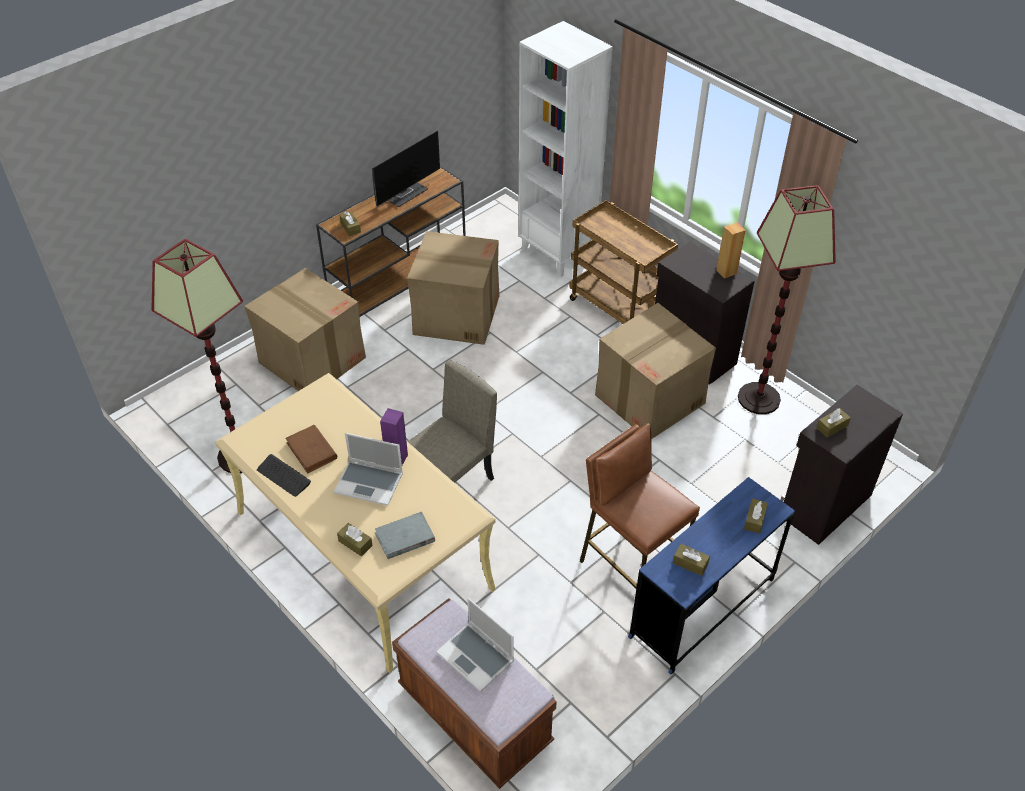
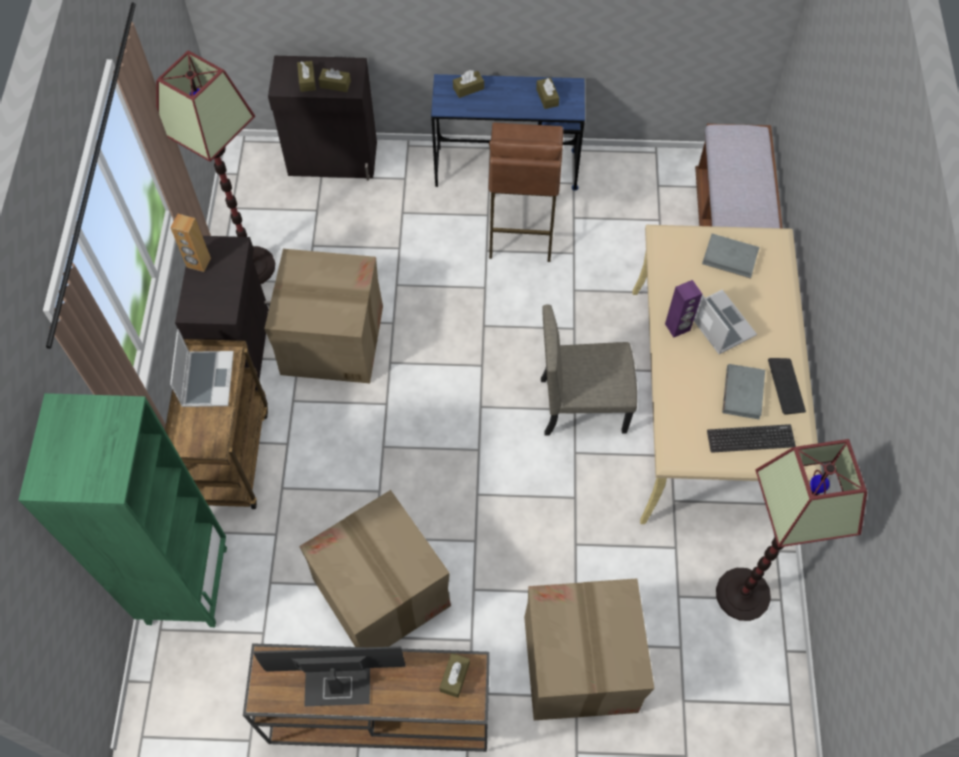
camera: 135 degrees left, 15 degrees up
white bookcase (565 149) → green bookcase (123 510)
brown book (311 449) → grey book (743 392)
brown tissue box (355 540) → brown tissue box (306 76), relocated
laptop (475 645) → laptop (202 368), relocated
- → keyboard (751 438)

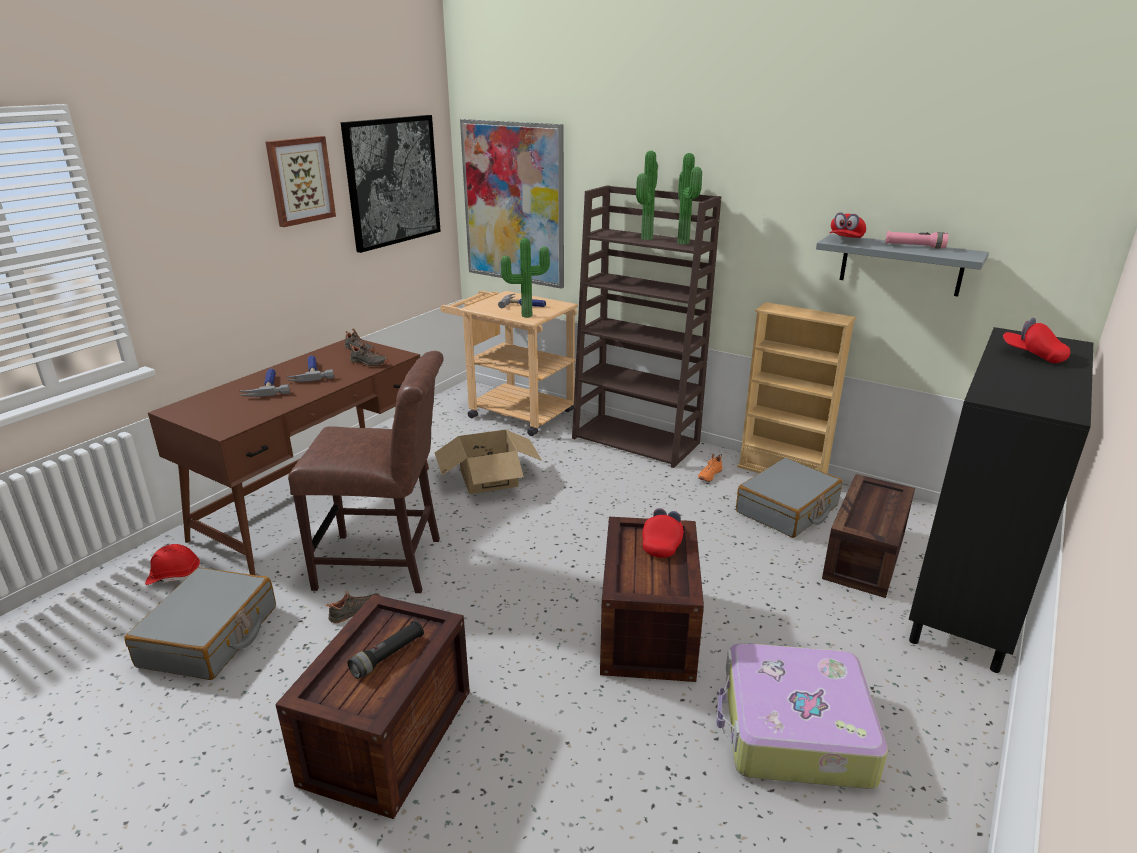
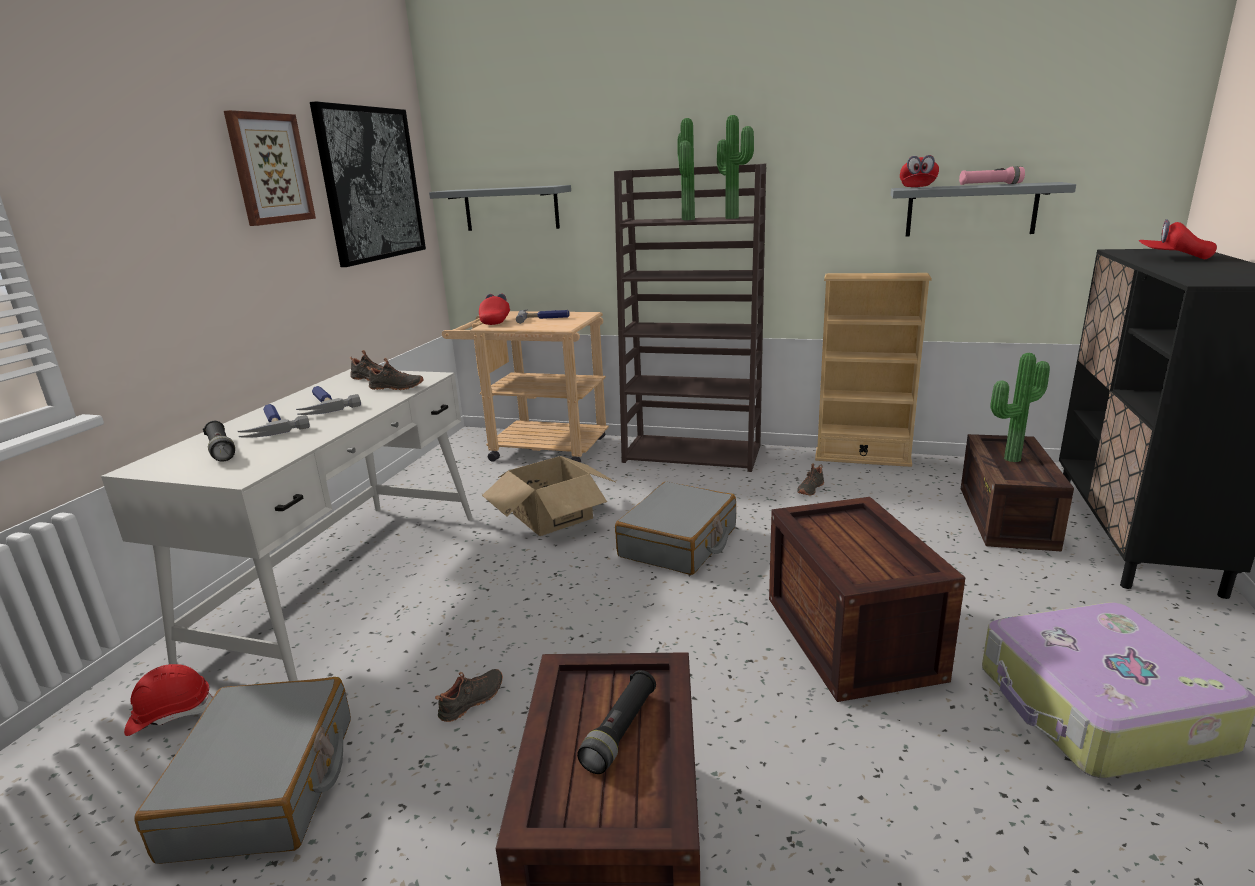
camera: 15 degrees left, 5 degrees down
picture (512 204) → grey shelf (500 208)
potted plant (525 278) → potted plant (1020 407), relocated
brown desk (288 457) → white desk (287 525)
brown chair (366 472) → -
orange shoe (710 467) → -
grey suitcase (789 498) → grey suitcase (675 528), relocated
red cap (663 533) → red cap (494 309), relocated
- → black flashlight (219 441)
- → black shoe (810 479)

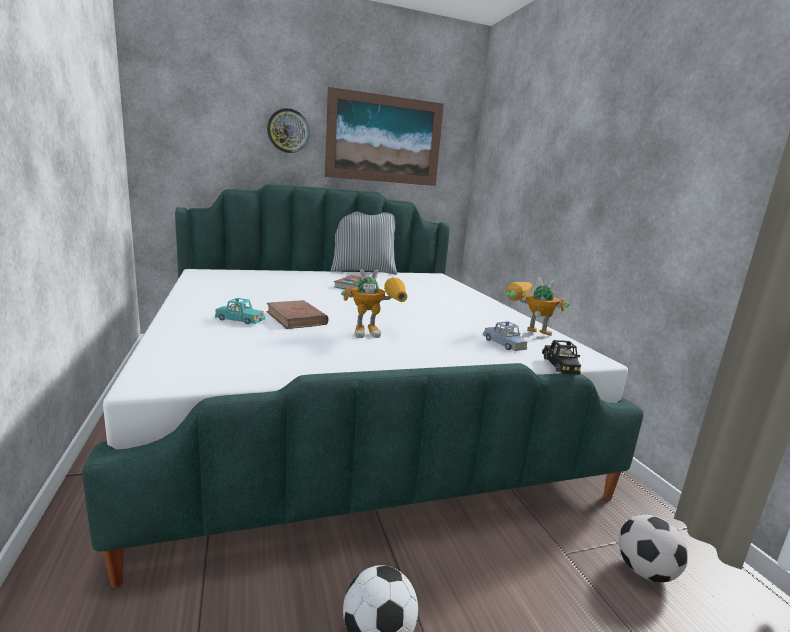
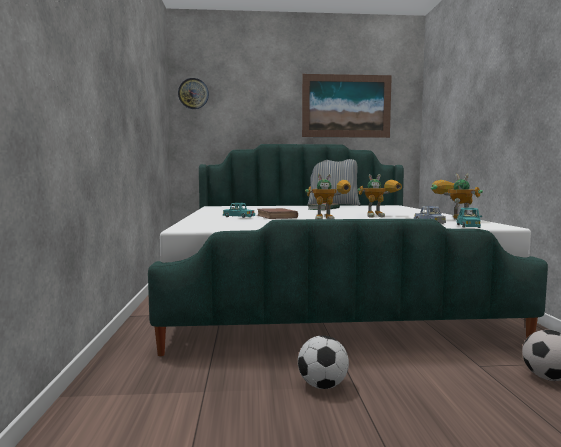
camera: 15 degrees right, 10 degrees down
wall clock (288 130) → wall clock (193 93), relocated
black toy car (561 357) → turquoise toy car (469 218)
- → toy robot (379 195)

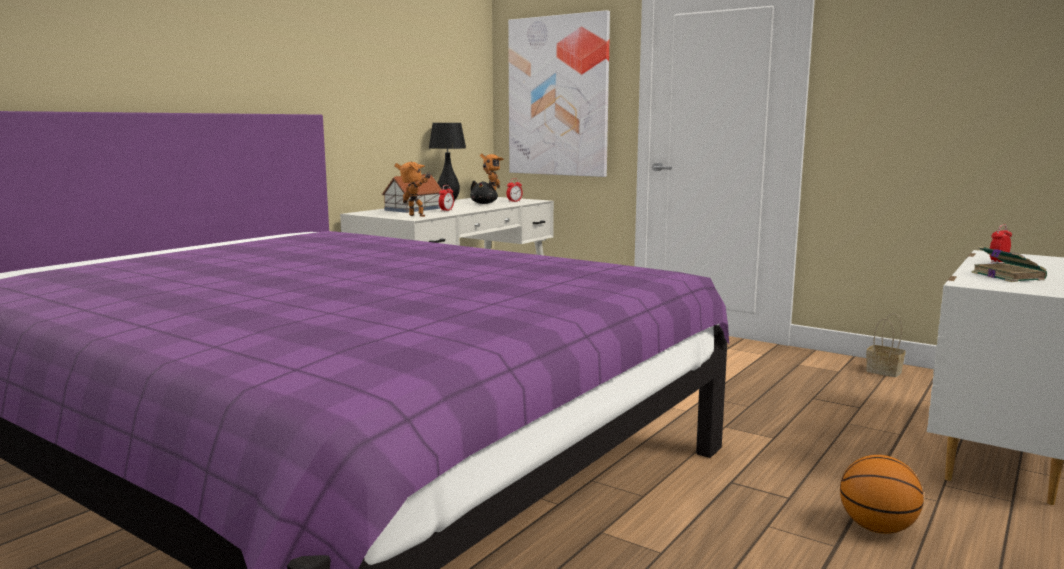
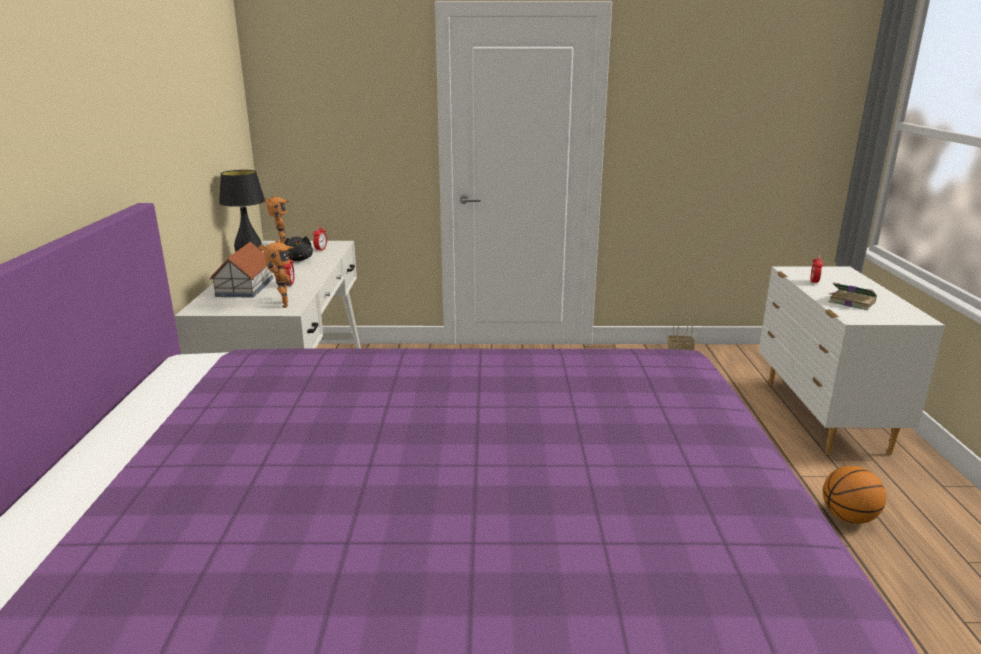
camera: 35 degrees left, 10 degrees up
picture (559 93) → -
toy robot (412 189) → toy robot (276 273), 90 degrees clockwise

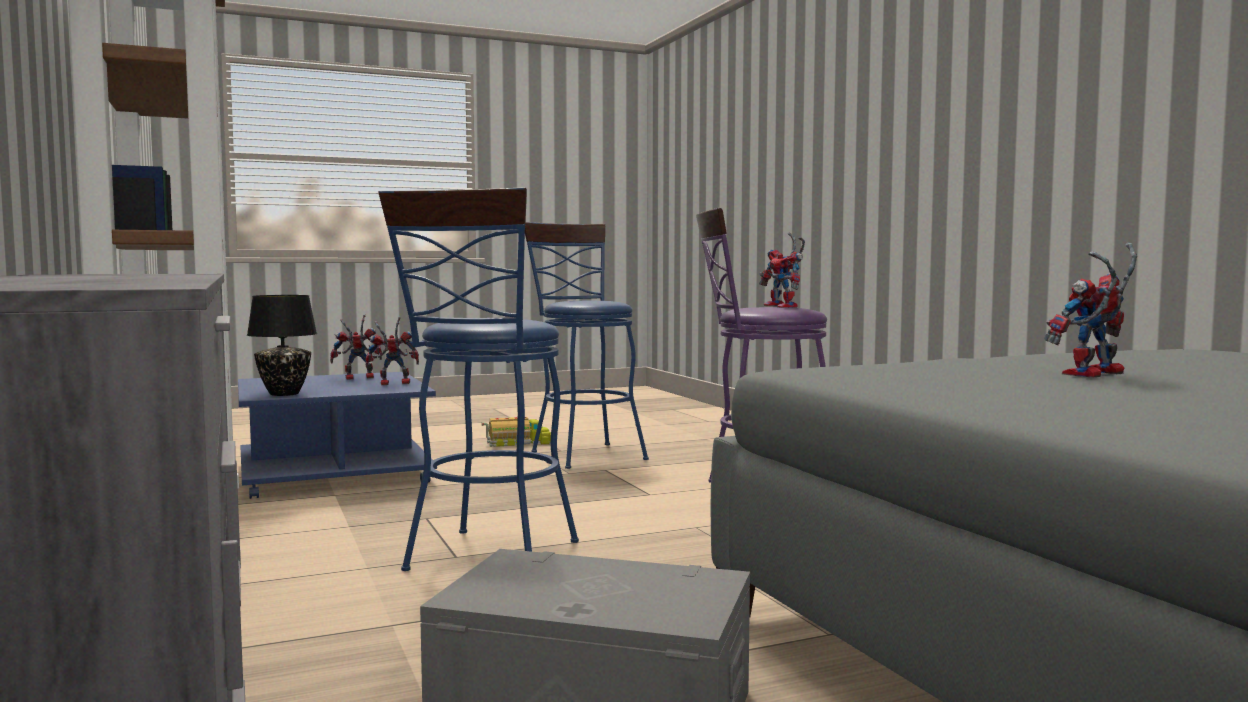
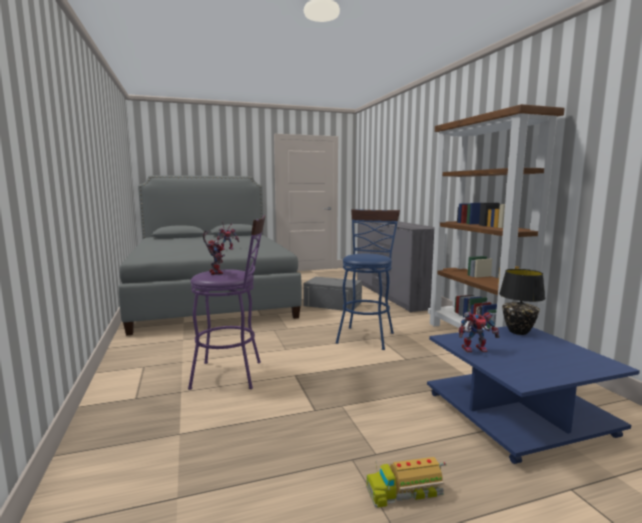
camera: 175 degrees left, 5 degrees up
blue stool (587 345) → -
toy robot (356 347) → -

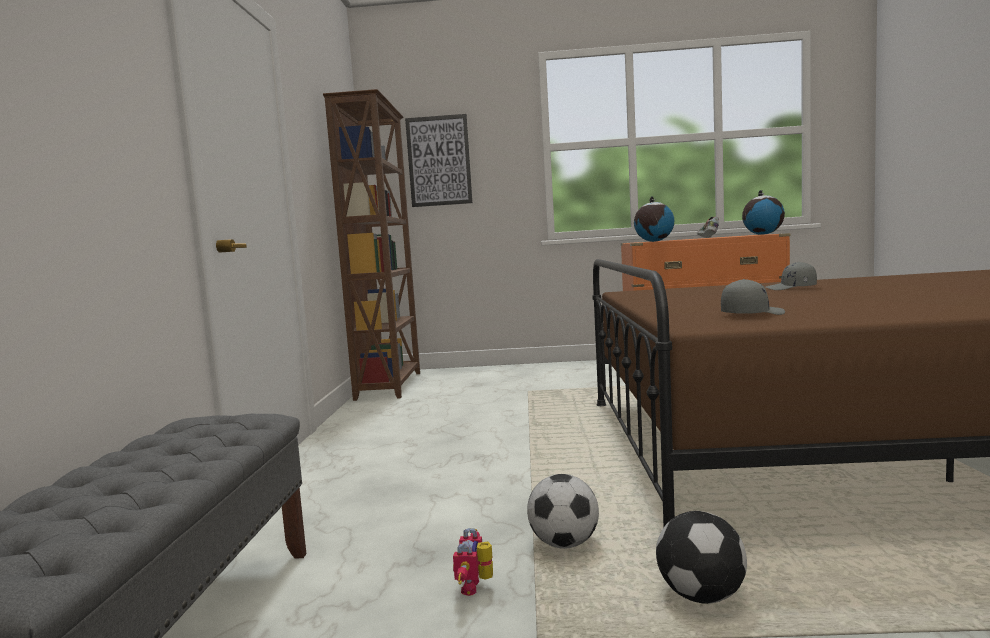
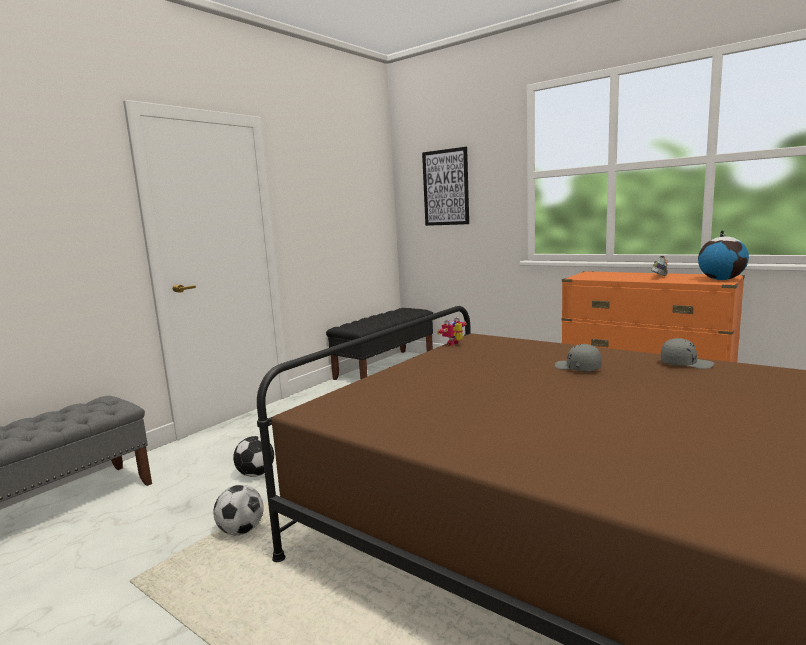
camera: 35 degrees right, 5 degrees up
brown bookcase (371 245) → black bench (379 344)
globe (654 219) → -
grey cap (753 297) → grey cap (687 353), relocated
football (701 557) → football (253 456), relocated
toy robot (473 562) → toy robot (451 331), relocated

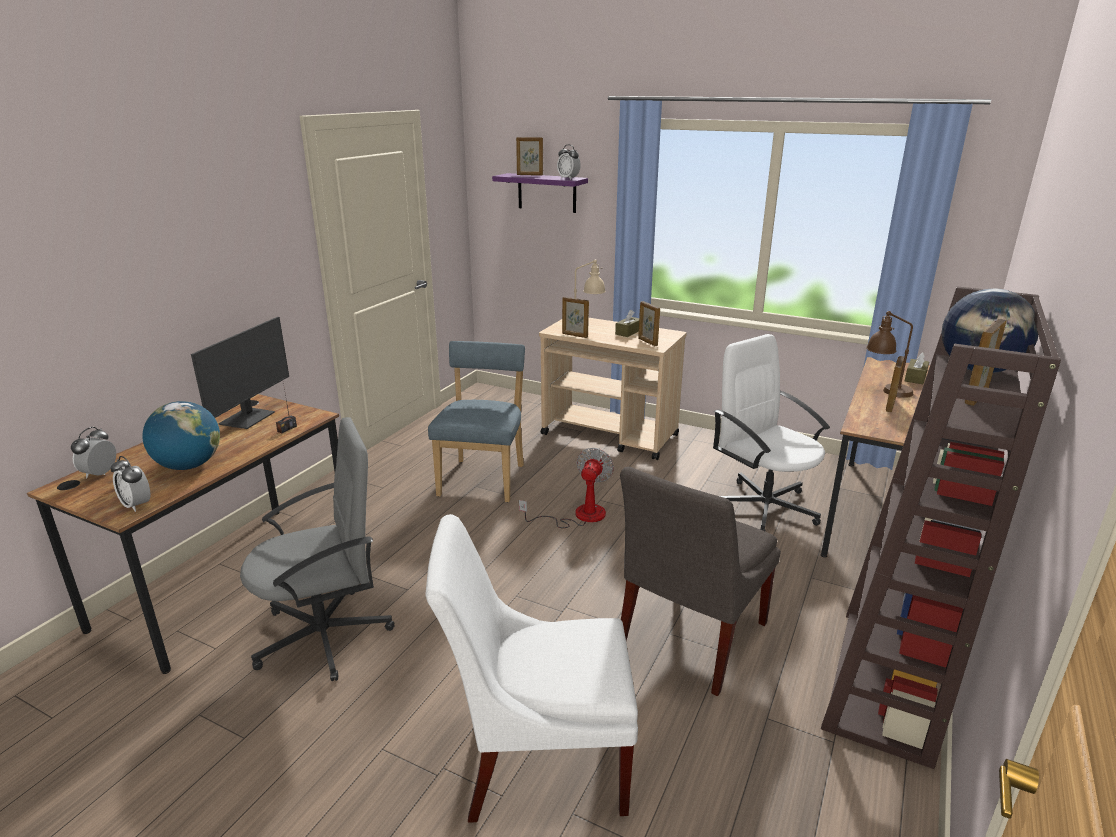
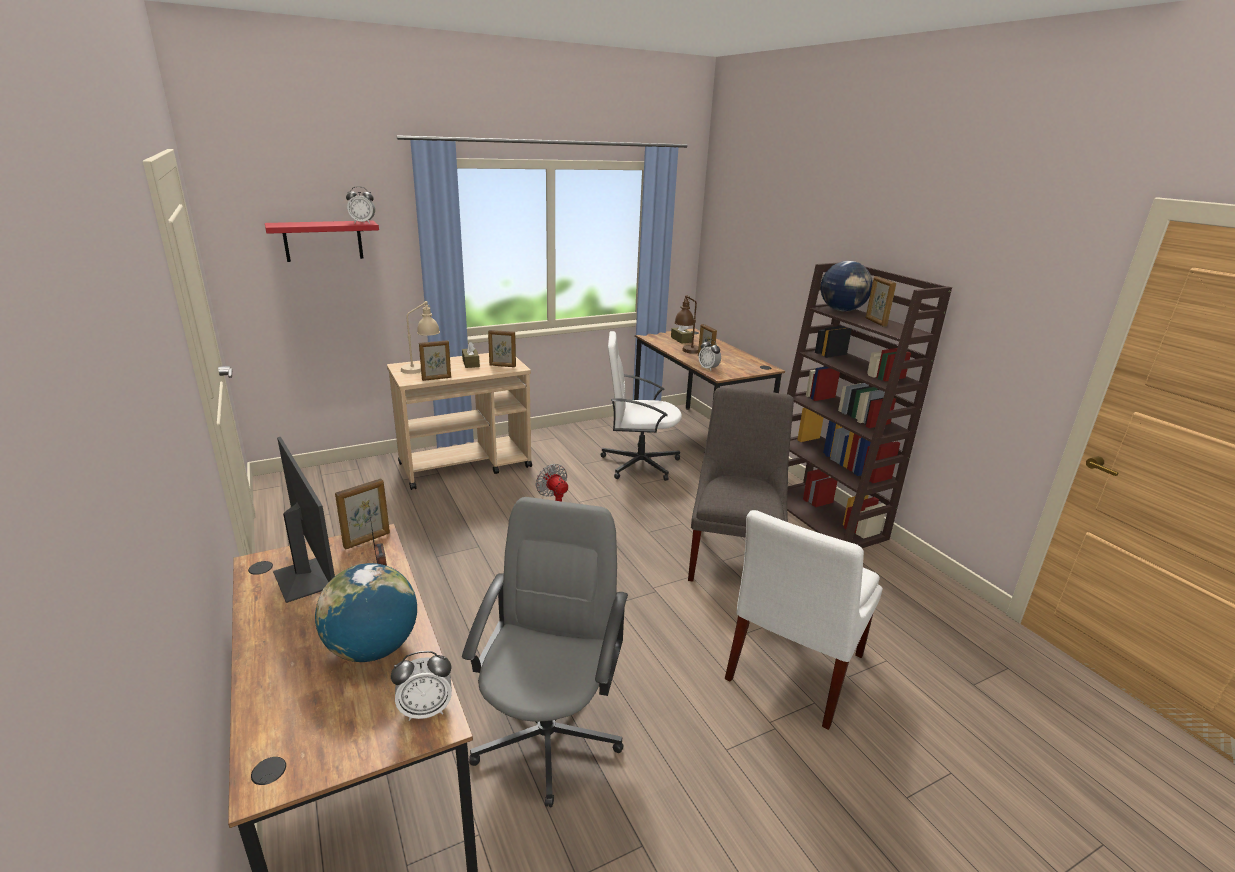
camera: 55 degrees left, 0 degrees up
picture frame (529 156) → picture frame (362 514), relocated
purple shelf (540 193) → red shelf (322 241)
blue chair (476 421) → -
alarm clock (93 453) → alarm clock (710 355), relocated
grey chair (700 581) → grey chair (741 484), 150 degrees counterclockwise

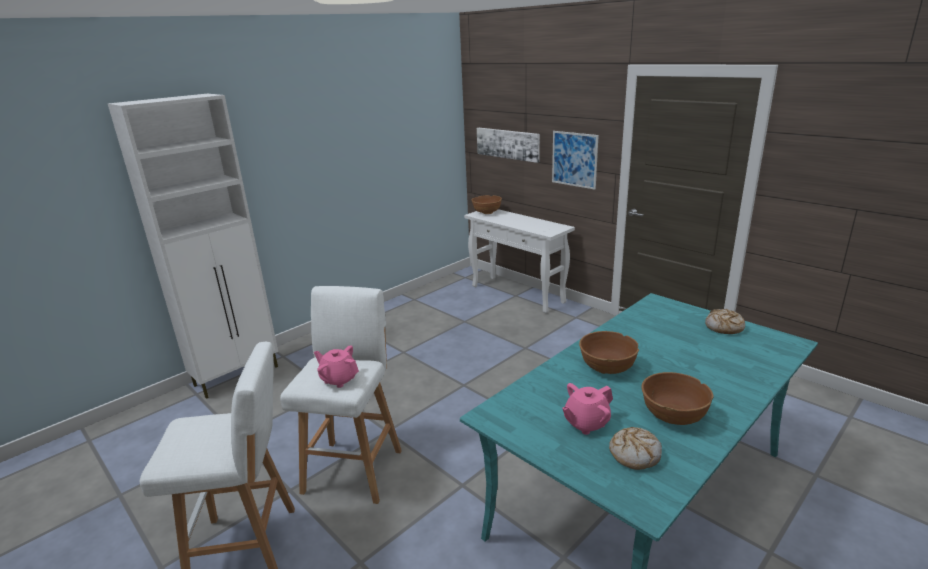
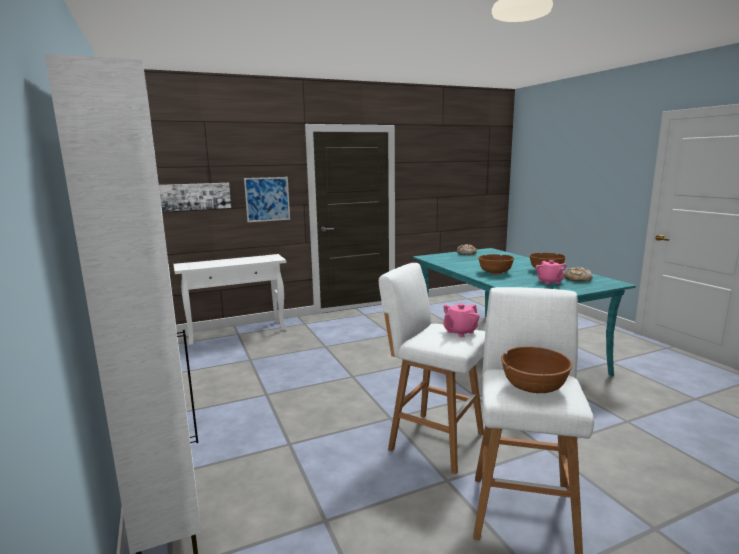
camera: 70 degrees left, 10 degrees down
brown bowl (486 204) → brown bowl (537 369), relocated

